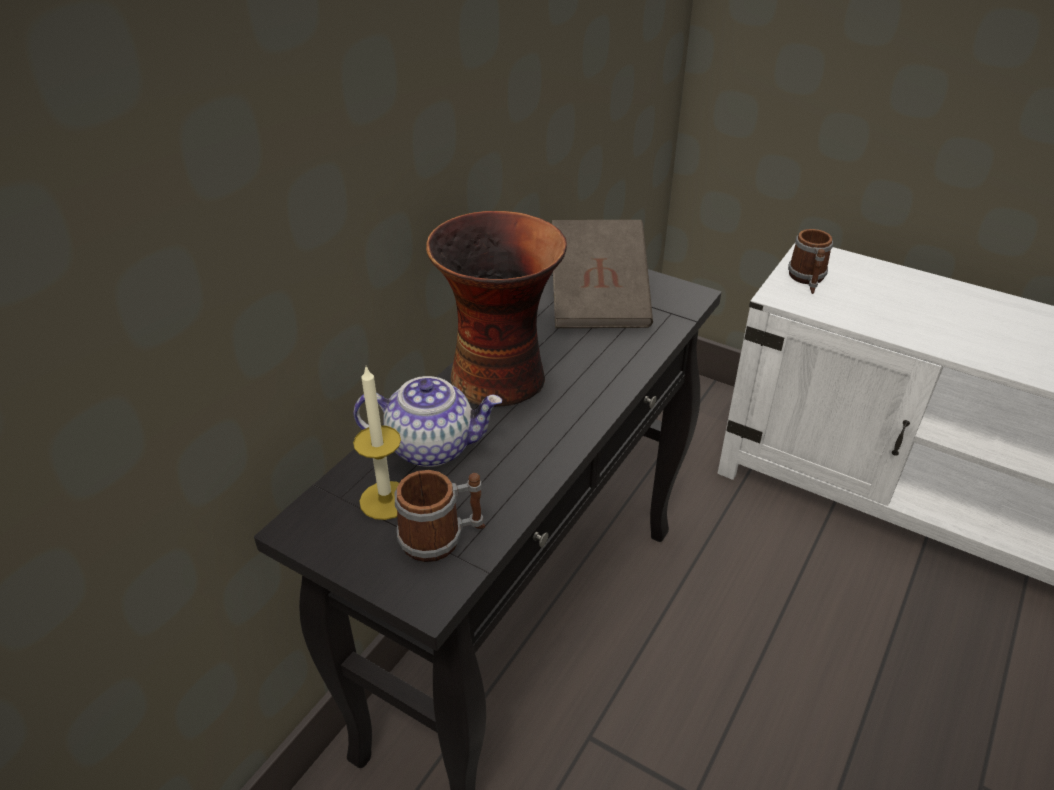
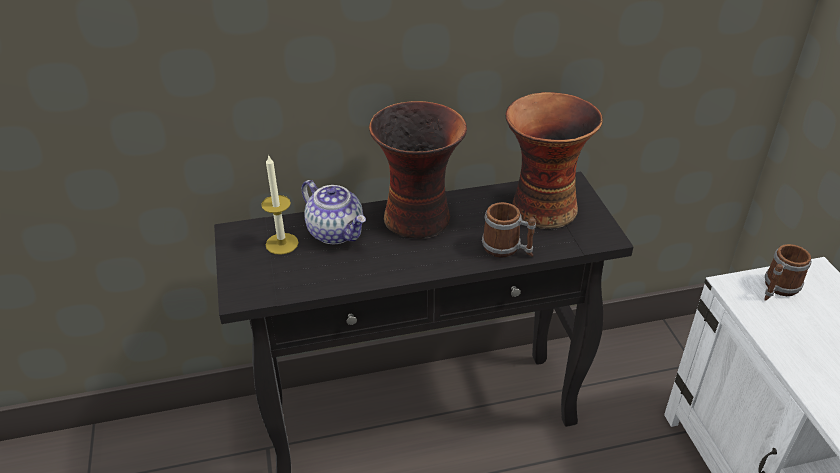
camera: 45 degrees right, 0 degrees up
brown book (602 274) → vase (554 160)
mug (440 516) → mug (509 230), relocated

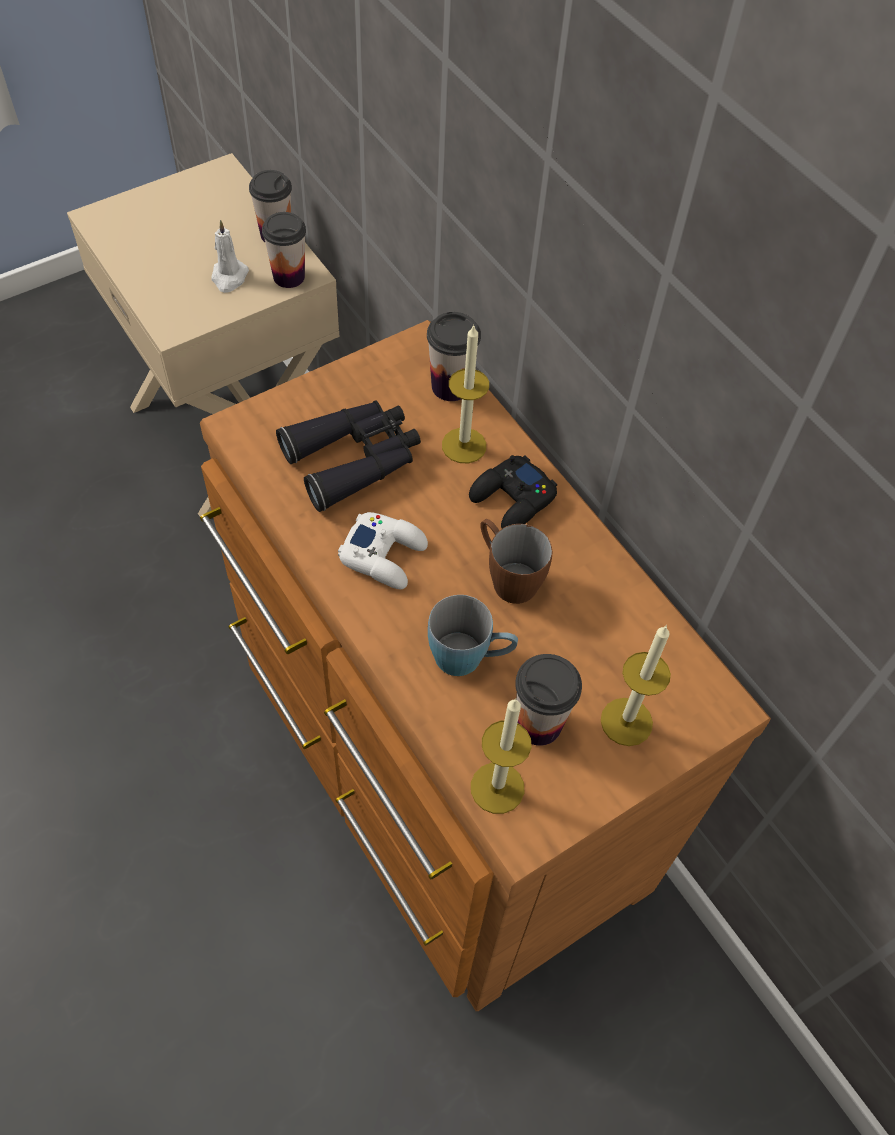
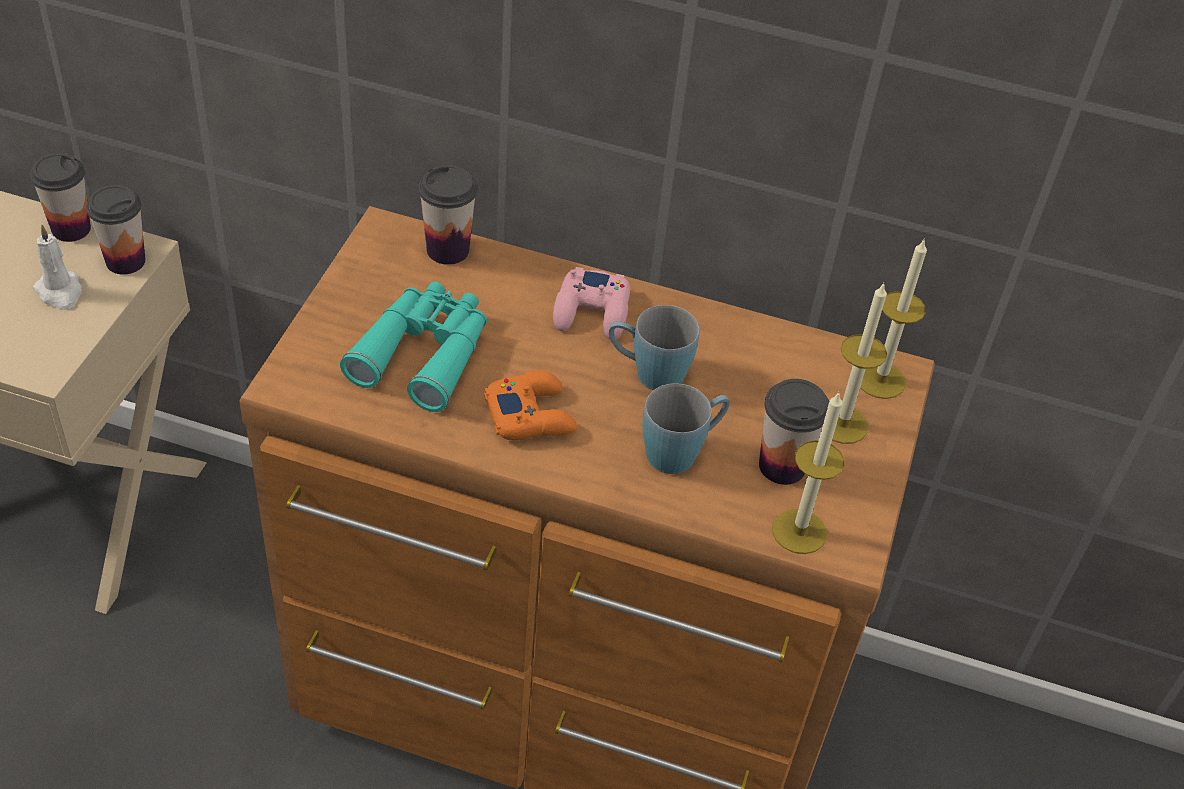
camera: 40 degrees left, 10 degrees down
candle (465 393) → candle (893 318), relocated
black binoculars (348 456) → turquoise binoculars (413 346)
black game controller (513 491) → pink game controller (591 303)
white game controller (383 550) → orange game controller (530 405)
brown mug (516 561) → blue mug (654 347)

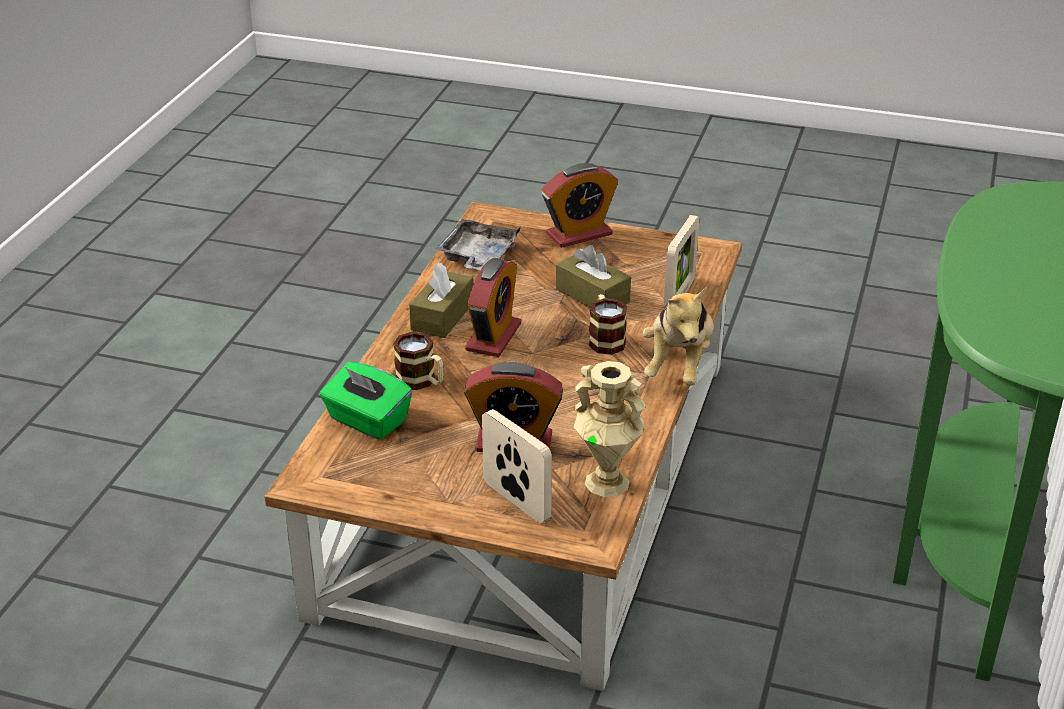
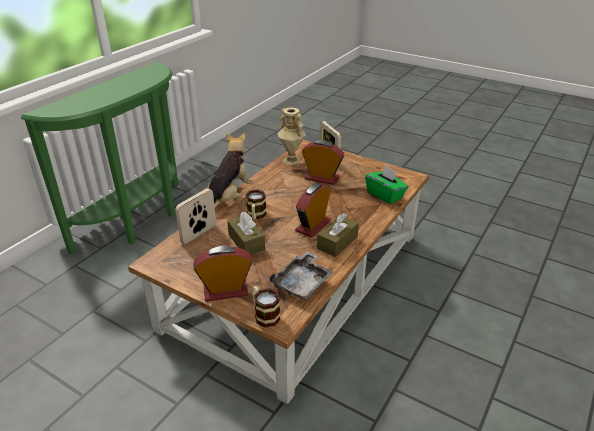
camera: 165 degrees left, 0 degrees up
mug (418 361) → mug (266 307), relocated

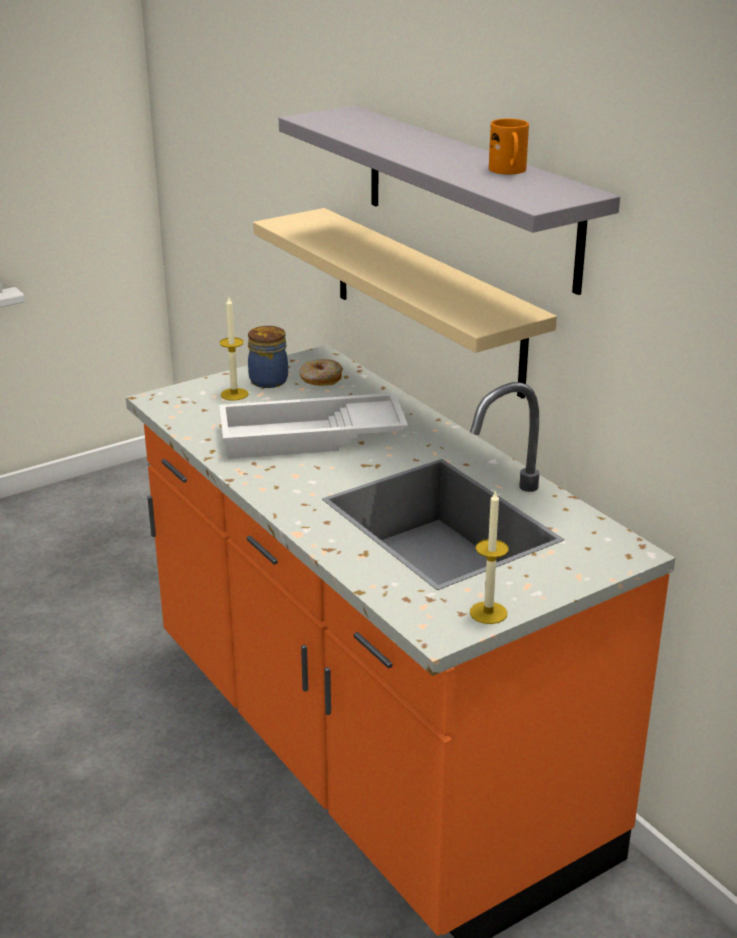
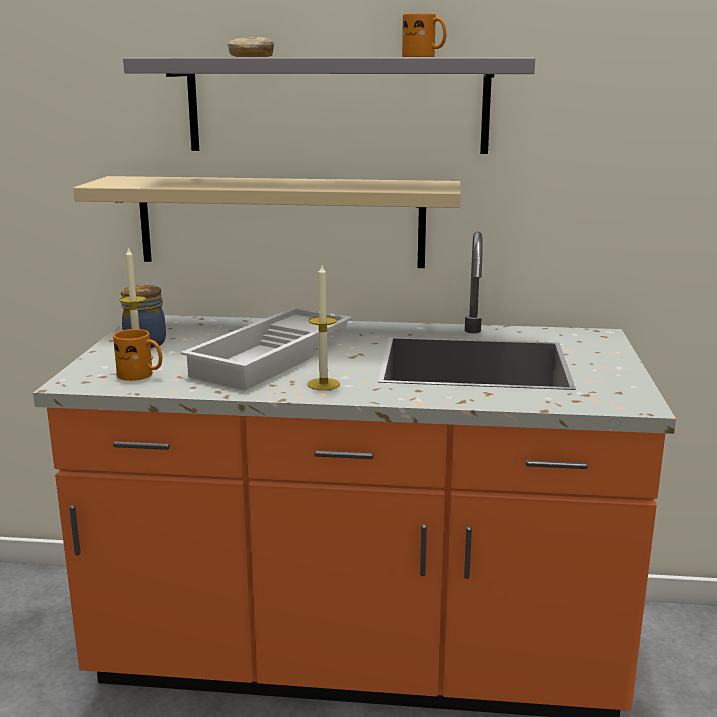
camera: 50 degrees left, 10 degrees down
donut (321 372) → donut (251 47), relocated
candle (489 557) → candle (323 327), relocated
- → orange mug (137 355)

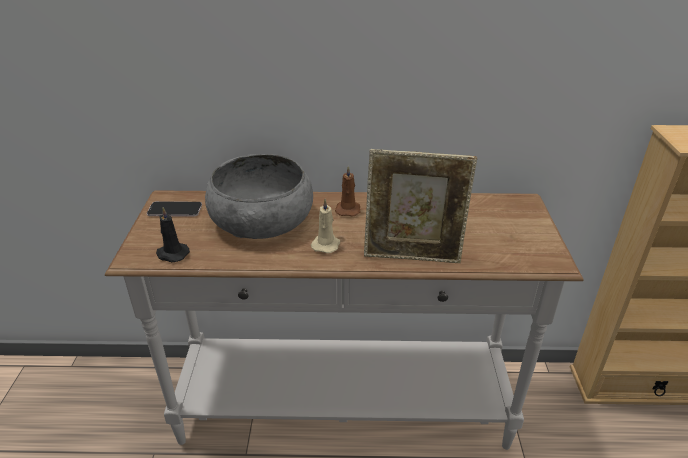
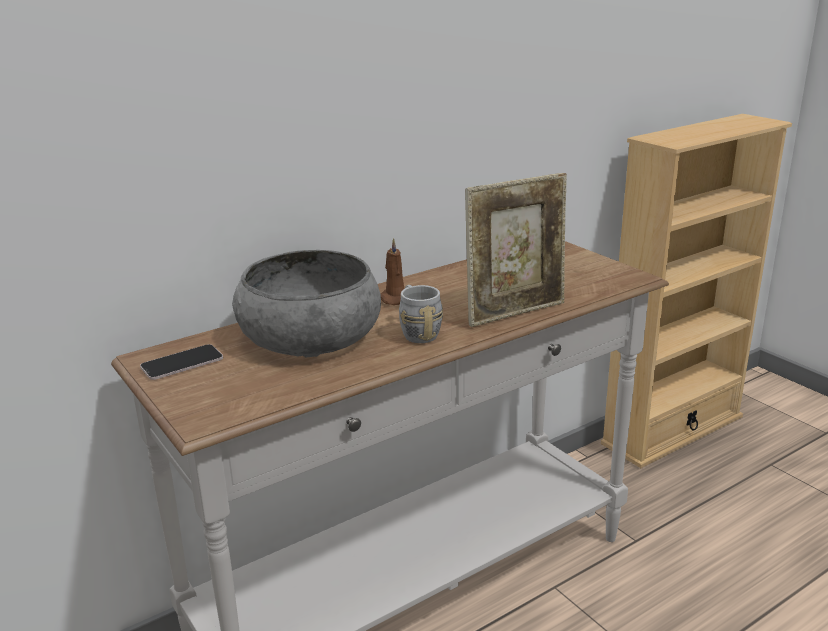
camera: 35 degrees left, 10 degrees down
beige candle (325 226) → grey mug (421 314)
black candle (173 234) → -

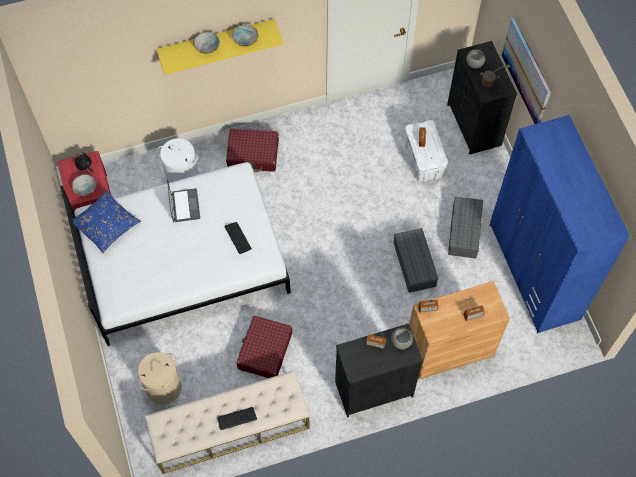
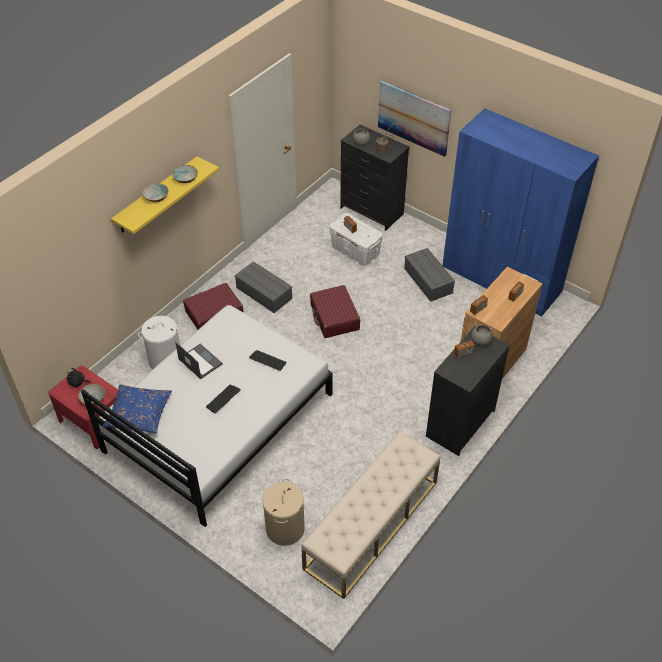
camera: 35 degrees left, 15 degrees down
grey storage box (415 260) → grey storage box (263 287), relocated
red suitcase (264 347) → red suitcase (335 311), relocated
keyboard (237 418) → keyboard (223 399), relocated

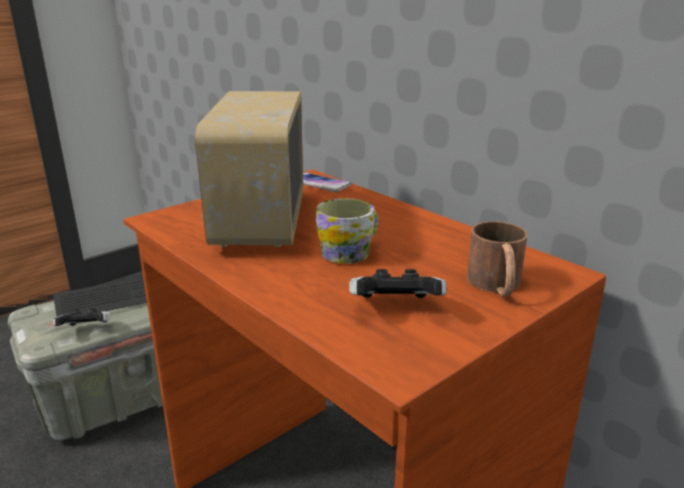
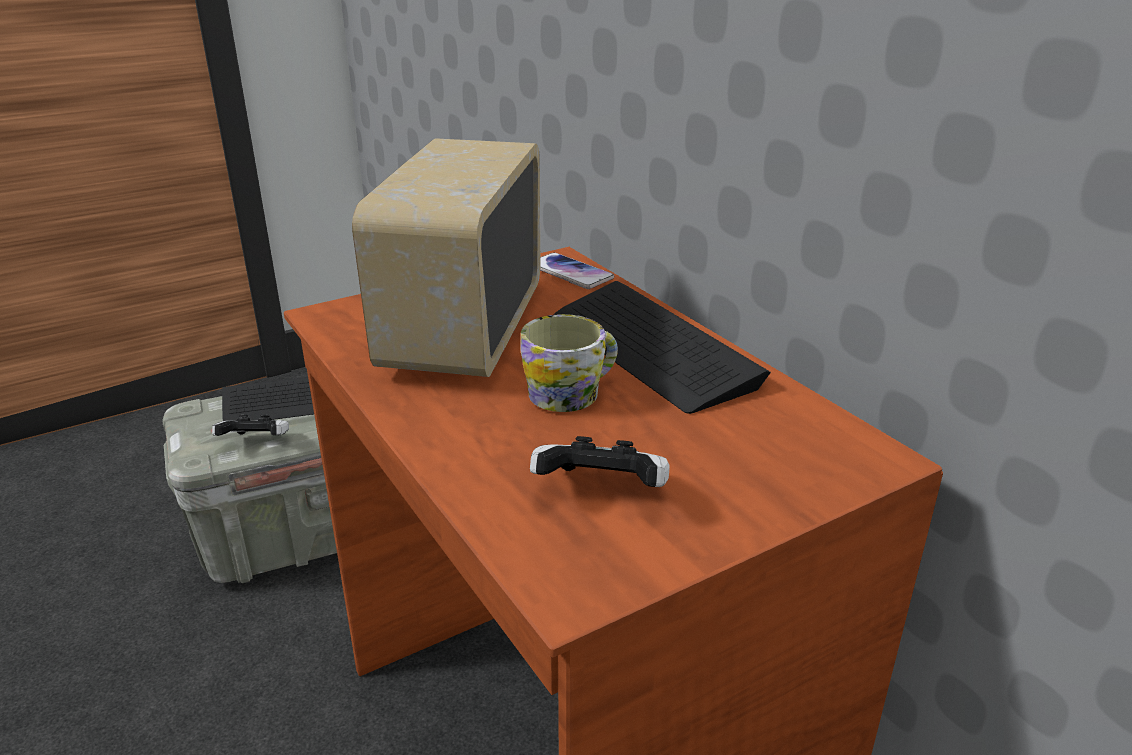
camera: 10 degrees right, 5 degrees up
brown mug (497 259) → -
- → keyboard (662 347)

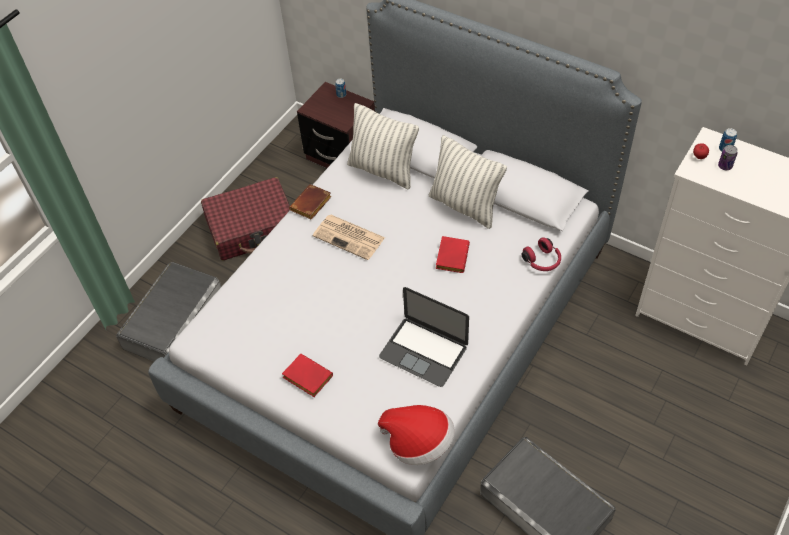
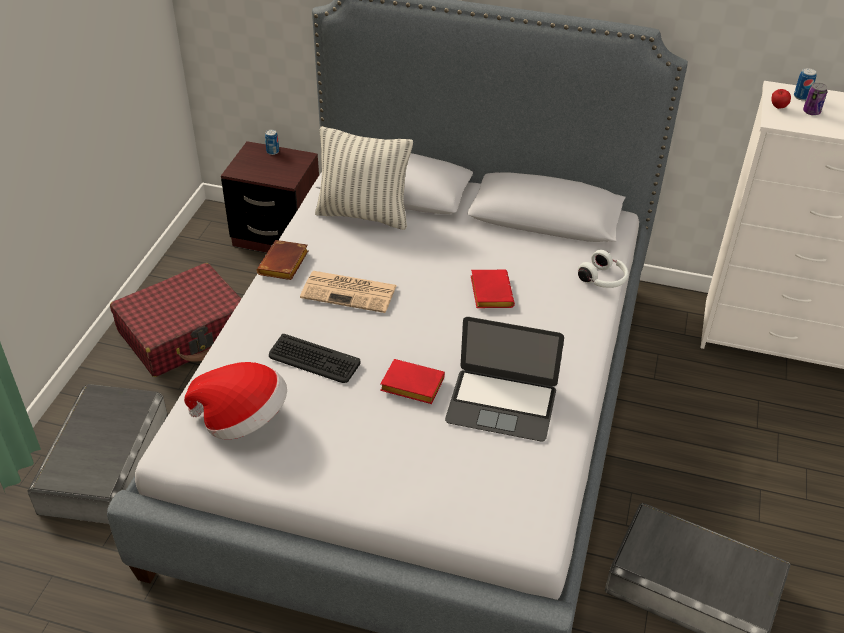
camera: 20 degrees left, 10 degrees down
pillow (468 182) → -
red headphones (541 254) → white headphones (603 269)
red book (307 375) → red book (412 381), relocated
hat (416 435) → hat (235 400), relocated
- → keyboard (314 358)

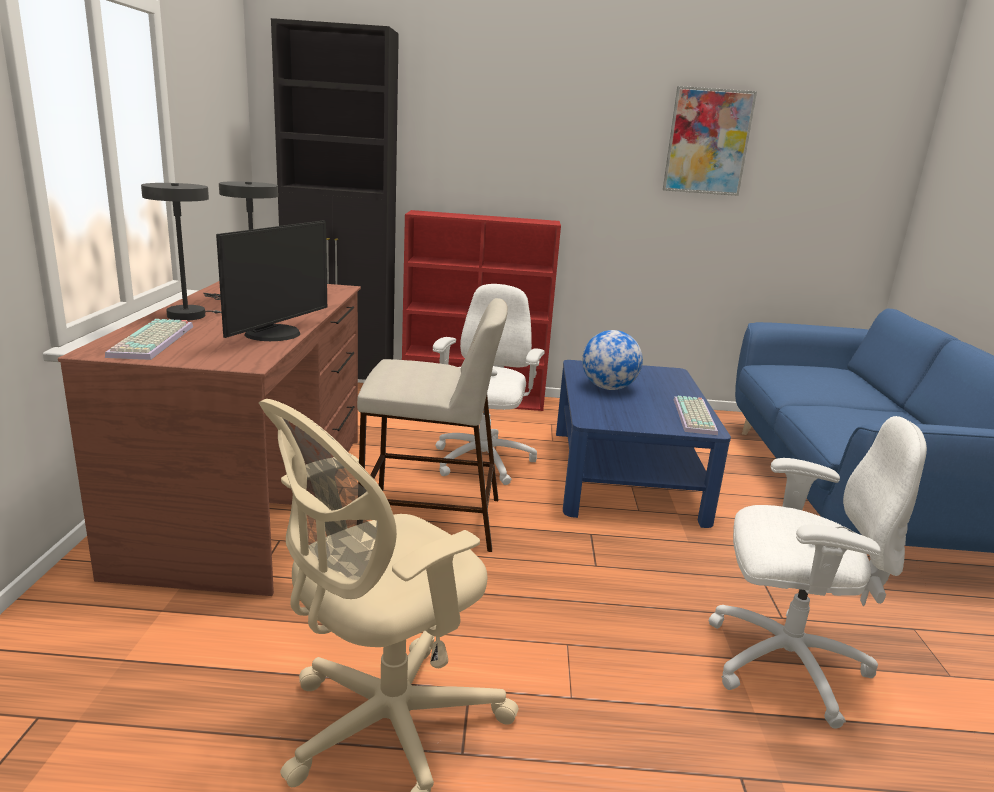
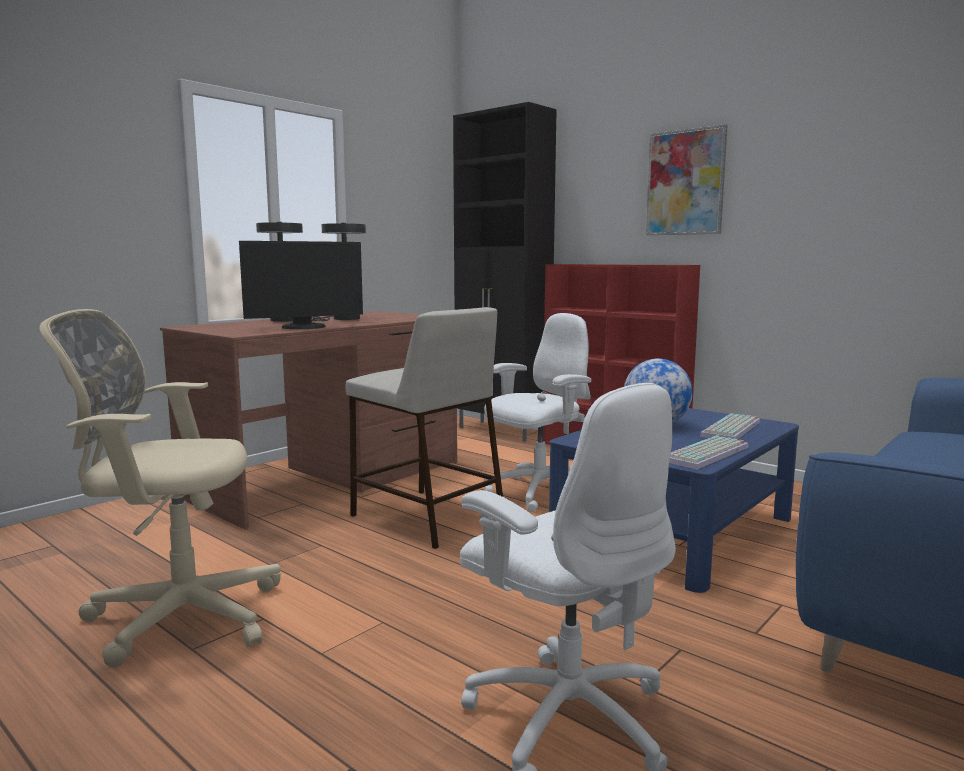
camera: 40 degrees right, 10 degrees down
picture (710 141) → picture (687 179), relocated
keyboard (149 339) → keyboard (730 426), relocated

